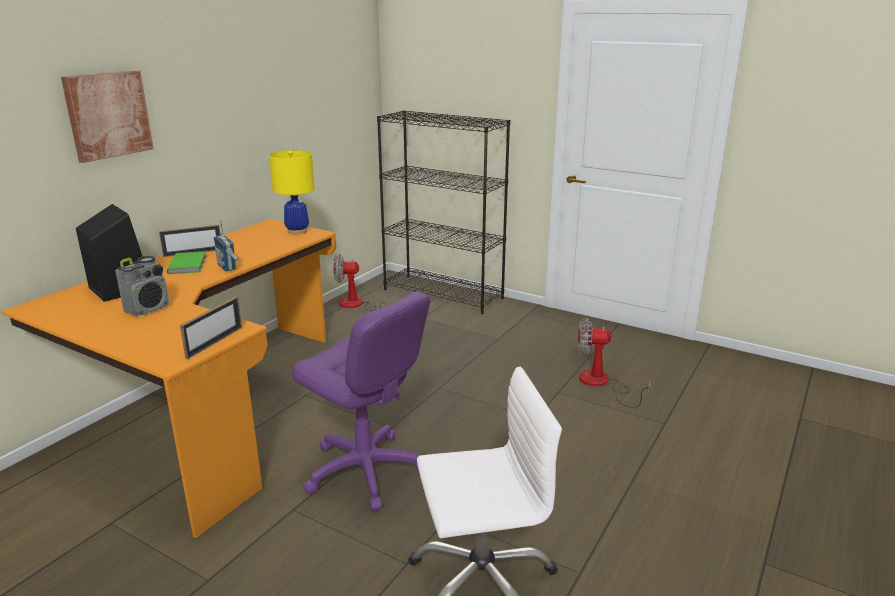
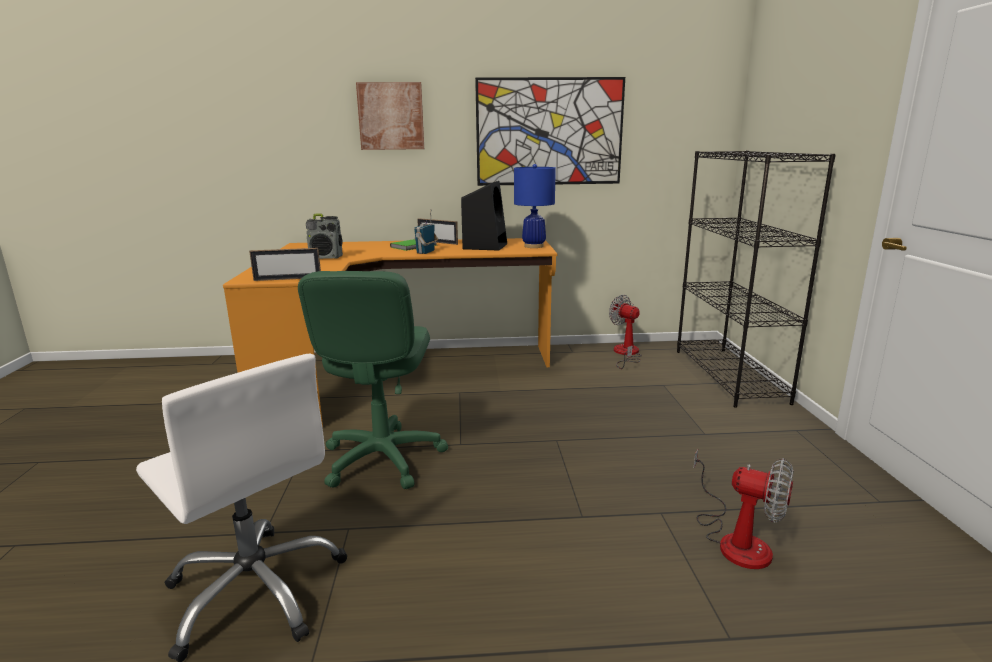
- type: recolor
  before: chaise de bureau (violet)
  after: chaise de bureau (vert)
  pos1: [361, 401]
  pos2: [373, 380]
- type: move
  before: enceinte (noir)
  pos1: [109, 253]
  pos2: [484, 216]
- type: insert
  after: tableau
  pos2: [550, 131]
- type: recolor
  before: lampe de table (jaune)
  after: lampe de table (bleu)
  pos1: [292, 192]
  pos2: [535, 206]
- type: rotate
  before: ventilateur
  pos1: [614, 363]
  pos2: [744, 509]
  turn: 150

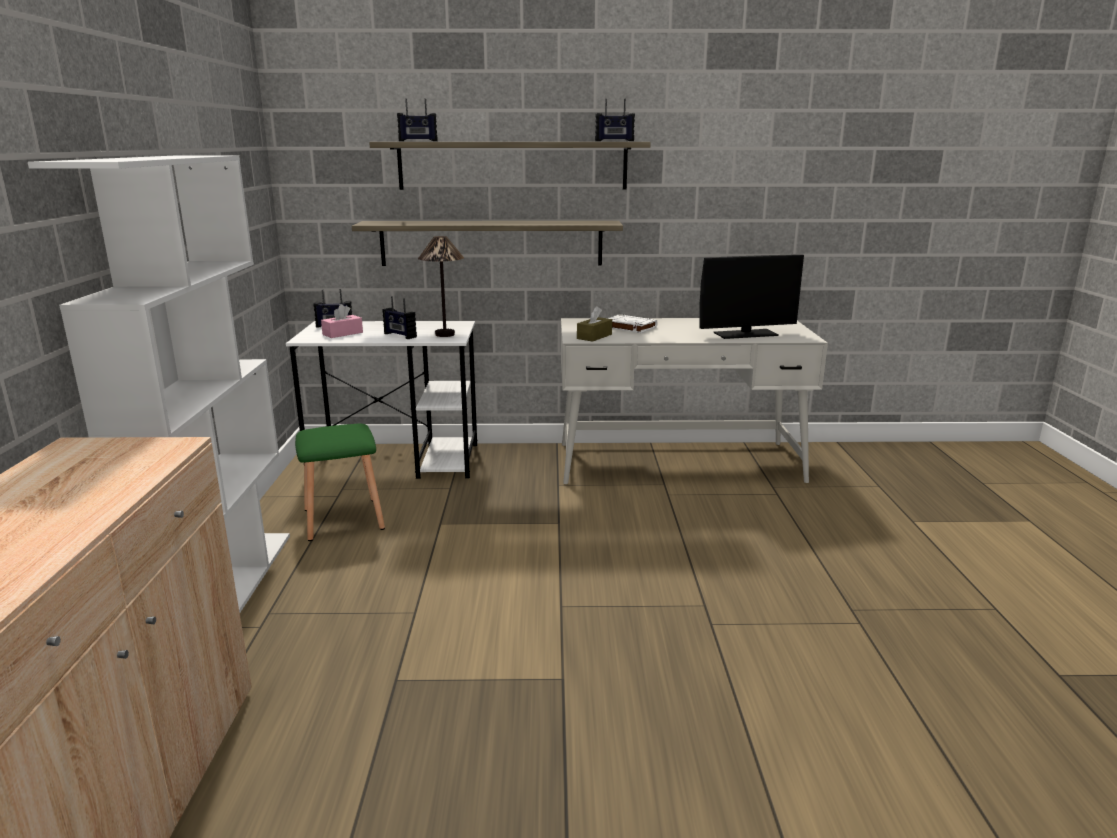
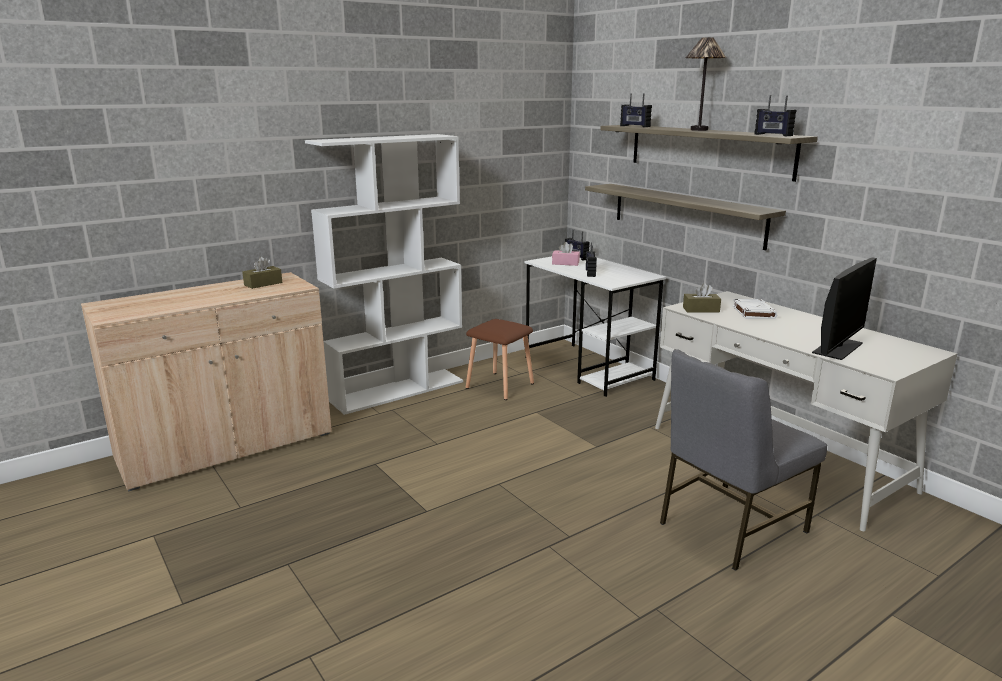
- type: insert
  after: boîte à mouchoirs (marron)
  pos2: [262, 273]
- type: recolor
  before: tabouret (vert)
  after: tabouret (marron)
  pos1: [340, 482]
  pos2: [500, 359]
- type: insert
  after: chaise (gris)
  pos2: [743, 460]
- type: move
  before: lampe de table
  pos1: [441, 286]
  pos2: [706, 84]
- type: rotate
  before: écran d'ordinateur
  pos1: [751, 296]
  pos2: [844, 309]
  turn: -90

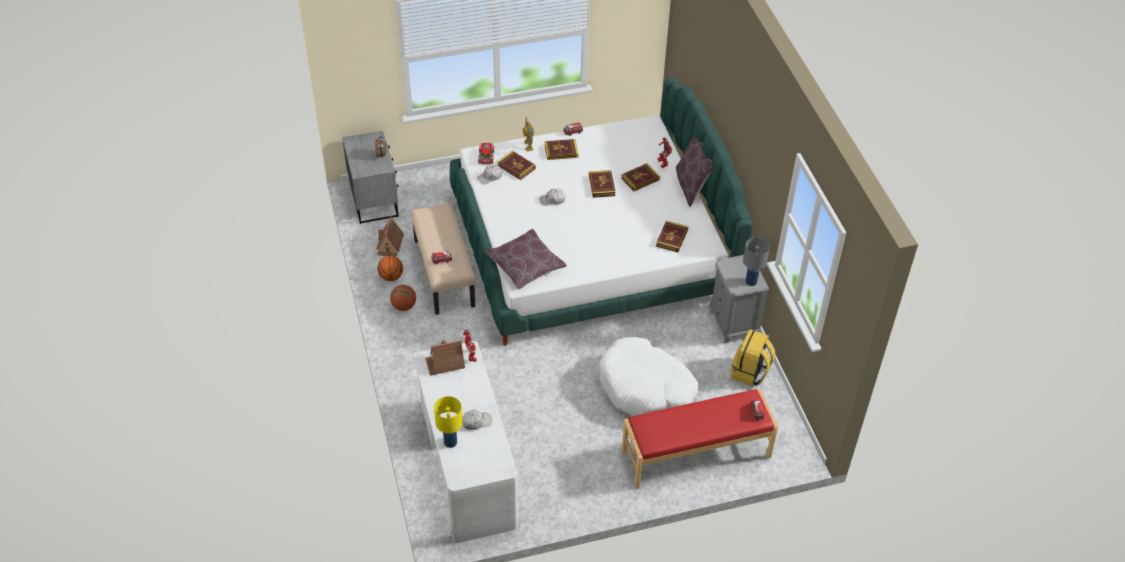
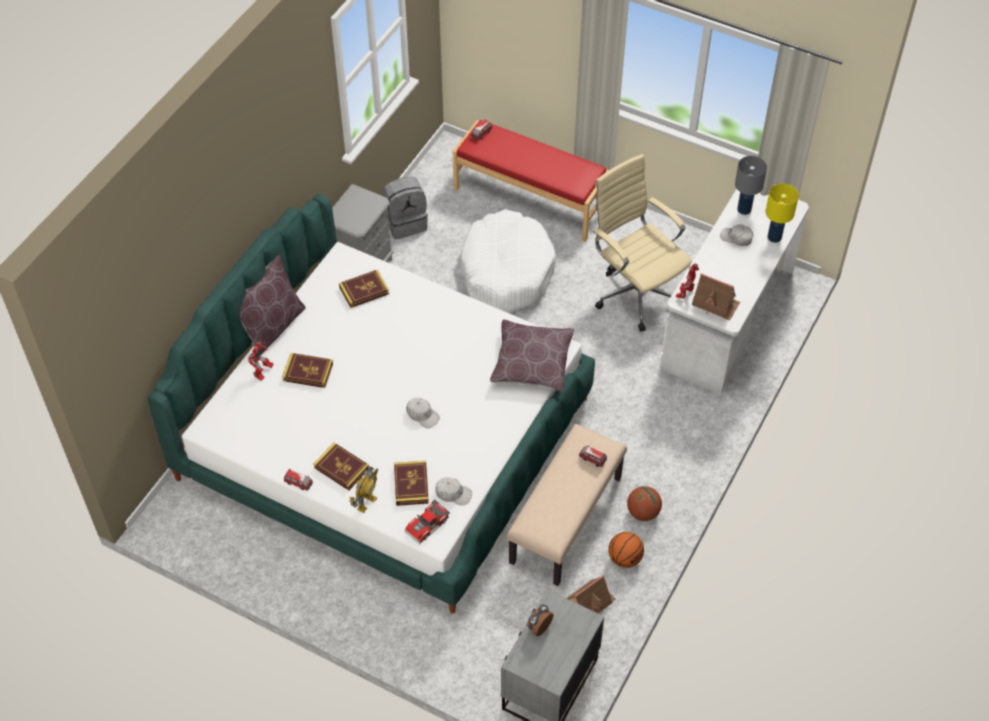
- type: recolor
  before: sac à dos (jaune)
  after: sac à dos (gris)
  pos1: [753, 357]
  pos2: [405, 208]
- type: insert
  after: chaise de bureau (beige)
  pos2: [642, 243]
- type: move
  before: lampe de table (gris)
  pos1: [756, 261]
  pos2: [751, 185]
- type: delete
  before: livre
  pos1: [602, 184]

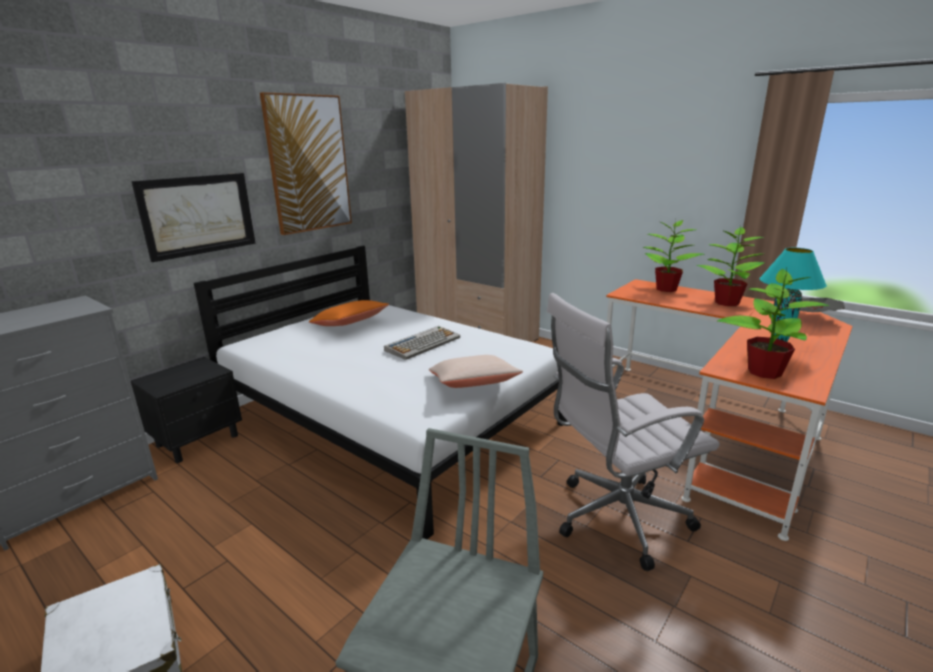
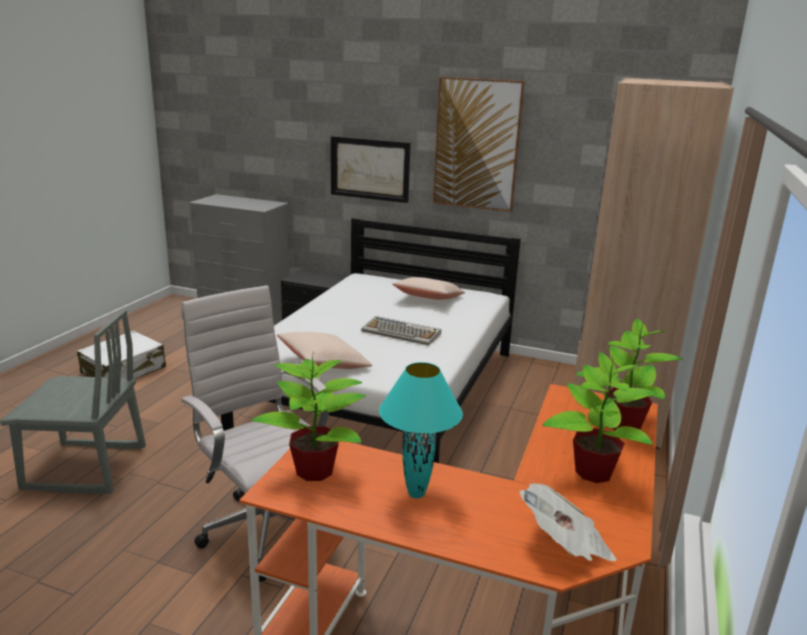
- type: recolor
  before: coussin (orange)
  after: coussin (beige)
  pos1: [349, 313]
  pos2: [428, 288]

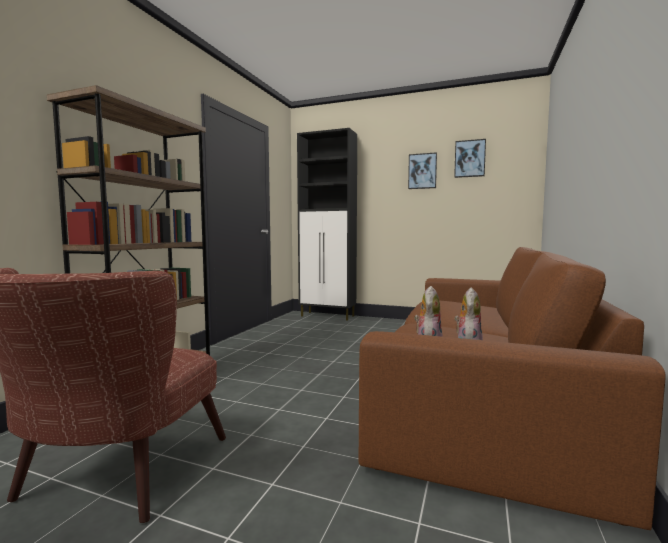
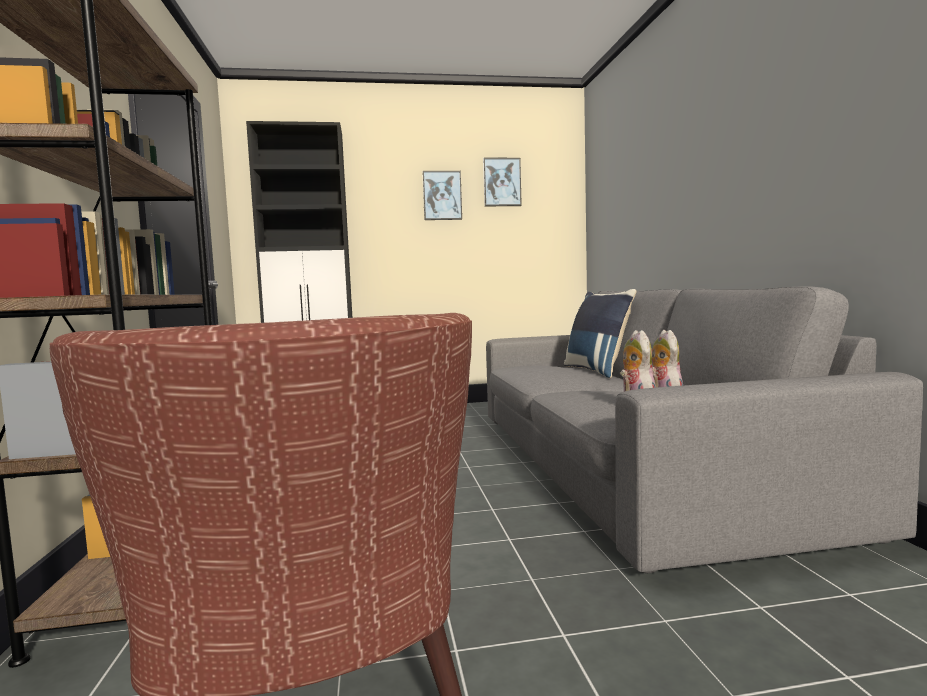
- type: recolor
  before: canapé (marron)
  after: canapé (gris)
  pos1: [512, 388]
  pos2: [704, 429]
- type: insert
  after: coussin (bleu)
  pos2: [600, 333]

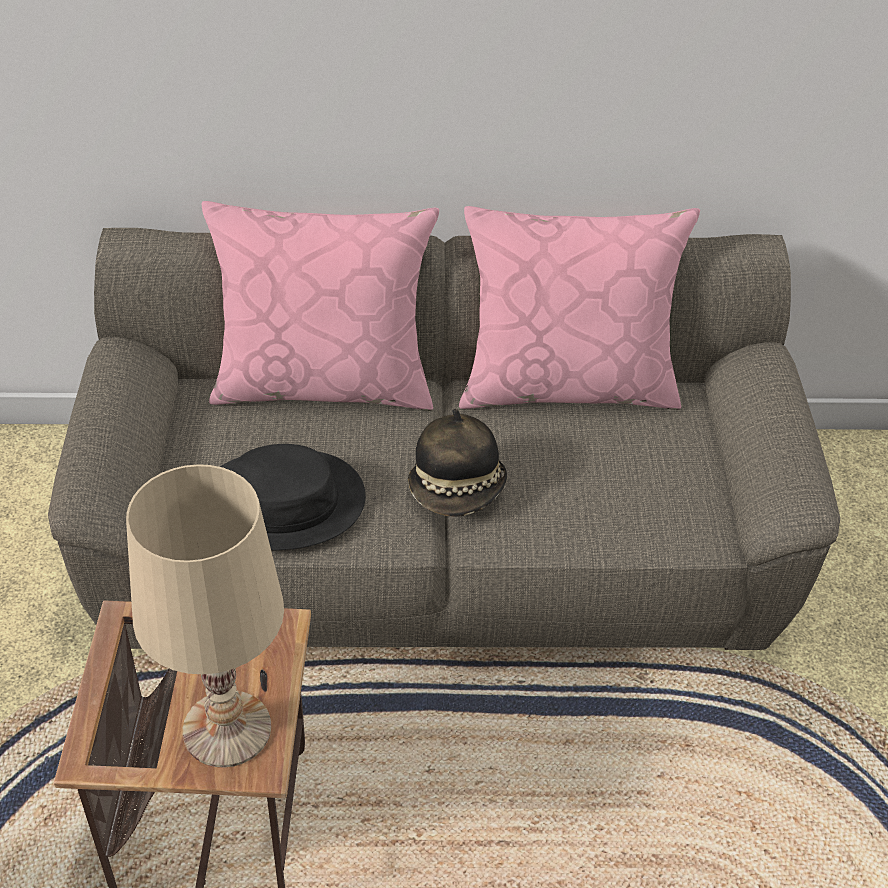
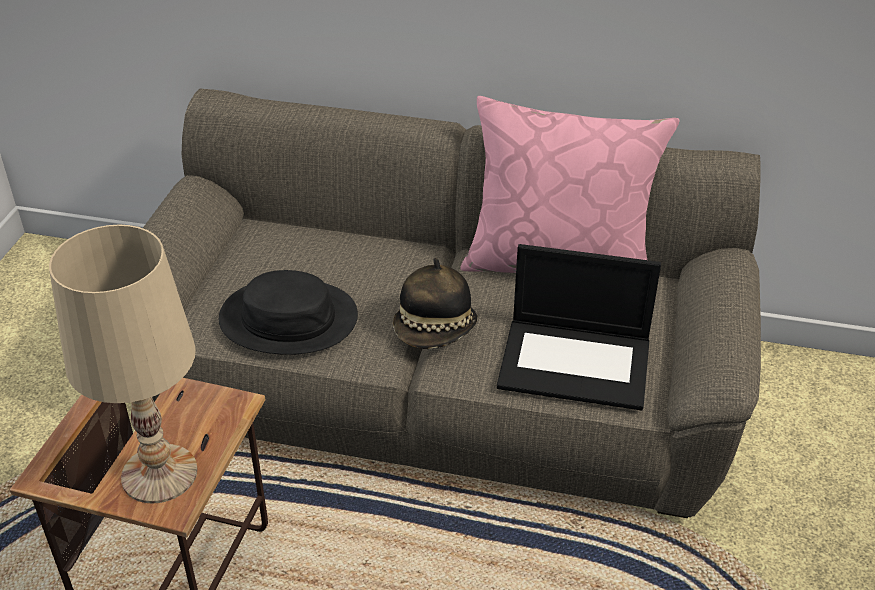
- type: insert
  after: ordinateur portable
  pos2: [579, 327]
- type: delete
  before: coussin (rose)
  pos1: [320, 306]

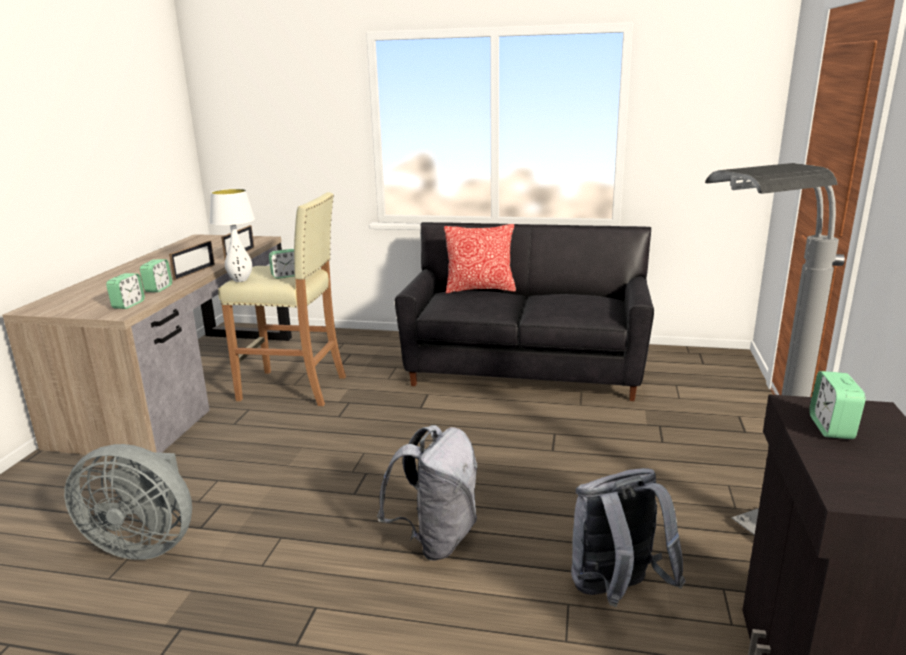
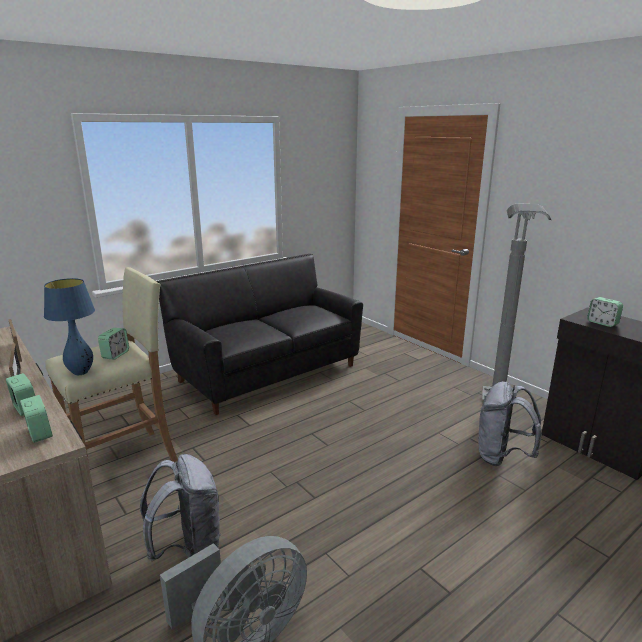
- type: recolor
  before: lampe de table (blanc)
  after: lampe de table (bleu)
  pos1: [232, 235]
  pos2: [69, 326]
- type: move
  before: sac à dos (gris)
  pos1: [427, 492]
  pos2: [181, 507]
- type: delete
  before: coussin
  pos1: [480, 258]

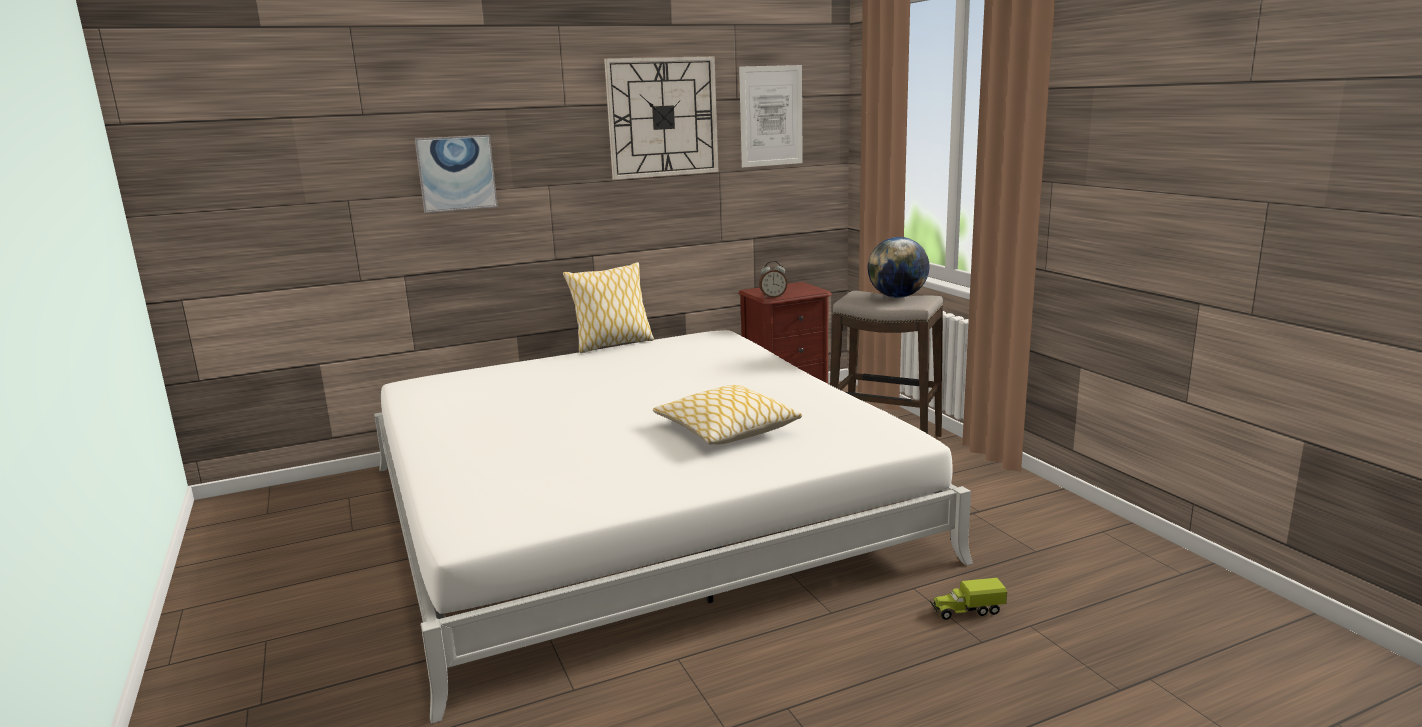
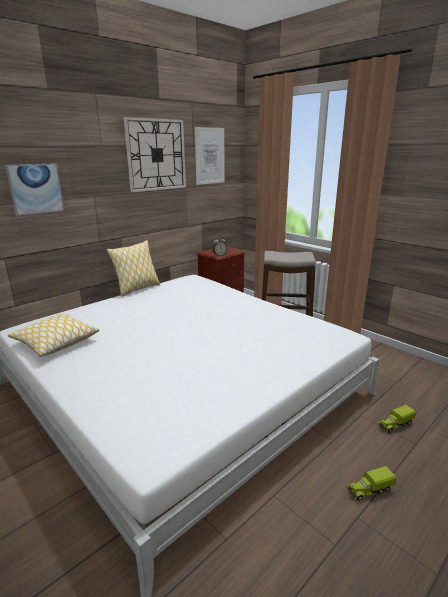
- type: move
  before: coussin
  pos1: [727, 415]
  pos2: [53, 335]
- type: insert
  after: camion jouet
  pos2: [371, 483]
- type: delete
  before: globe
  pos1: [899, 267]

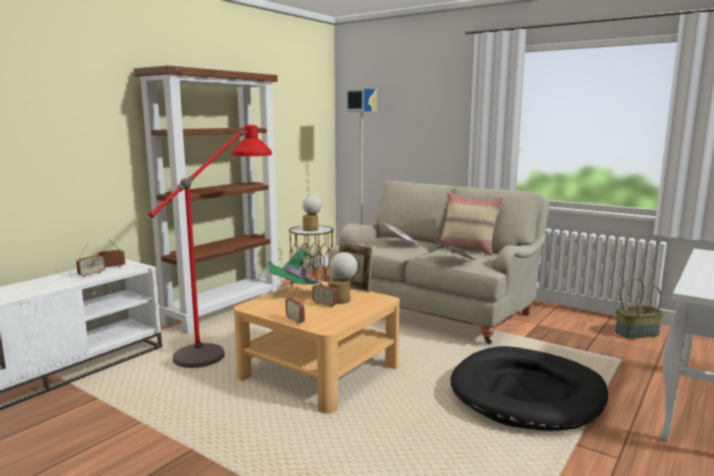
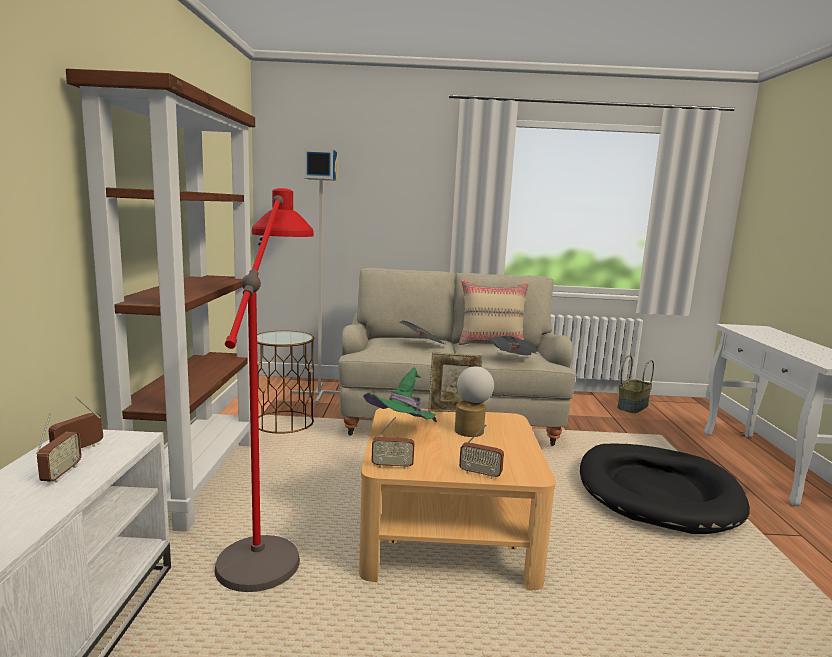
- type: move
  before: radio
  pos1: [324, 290]
  pos2: [393, 443]
- type: delete
  before: lampe de table
  pos1: [312, 213]

